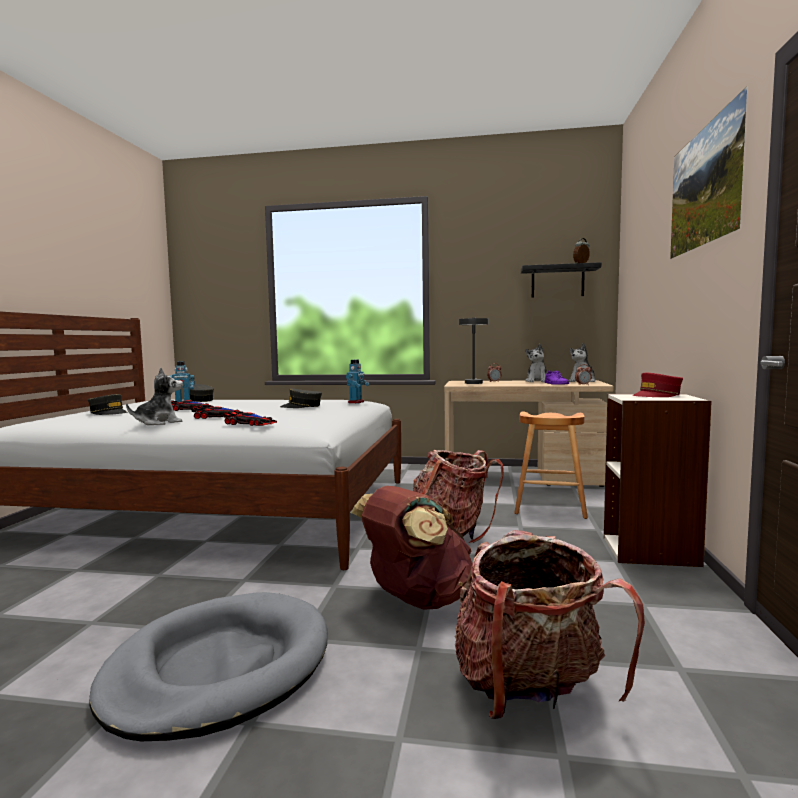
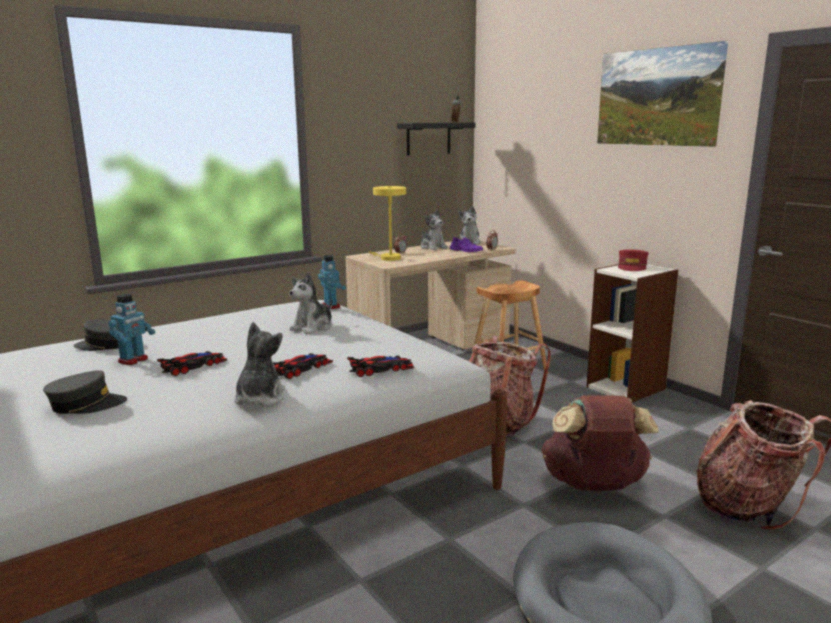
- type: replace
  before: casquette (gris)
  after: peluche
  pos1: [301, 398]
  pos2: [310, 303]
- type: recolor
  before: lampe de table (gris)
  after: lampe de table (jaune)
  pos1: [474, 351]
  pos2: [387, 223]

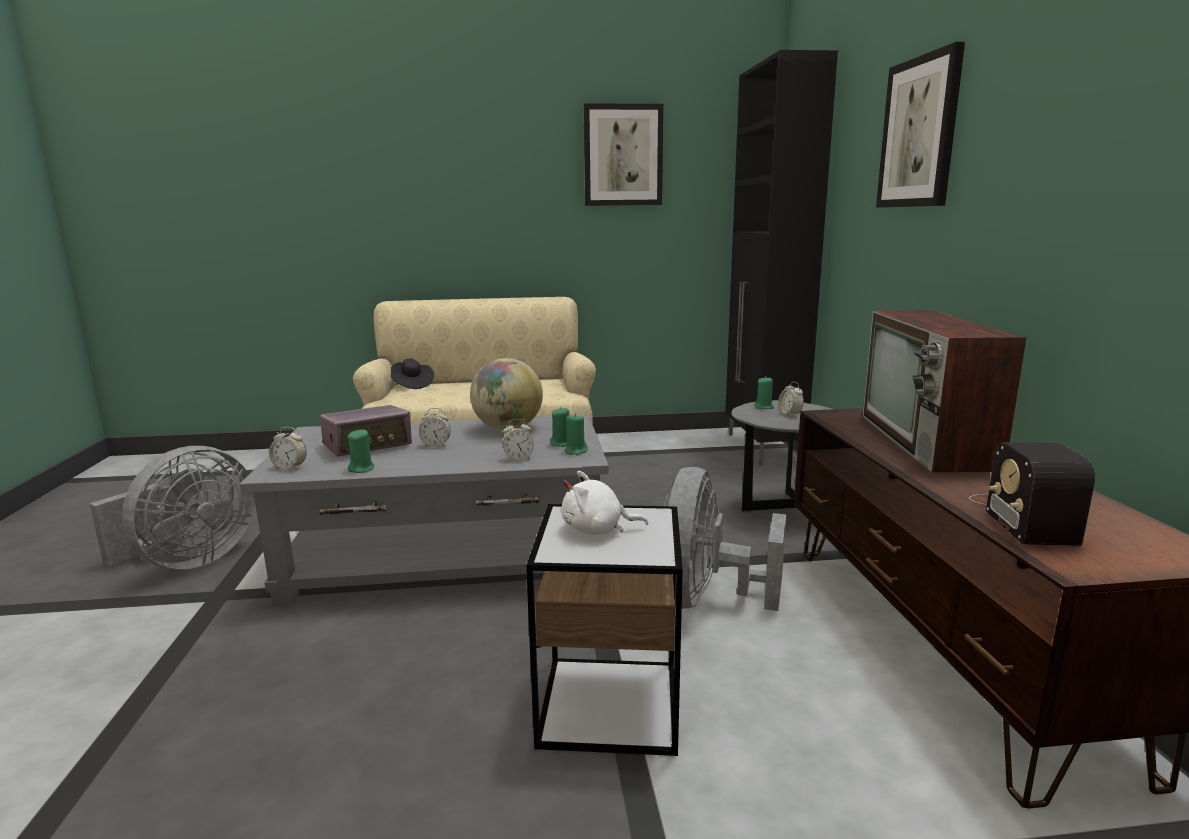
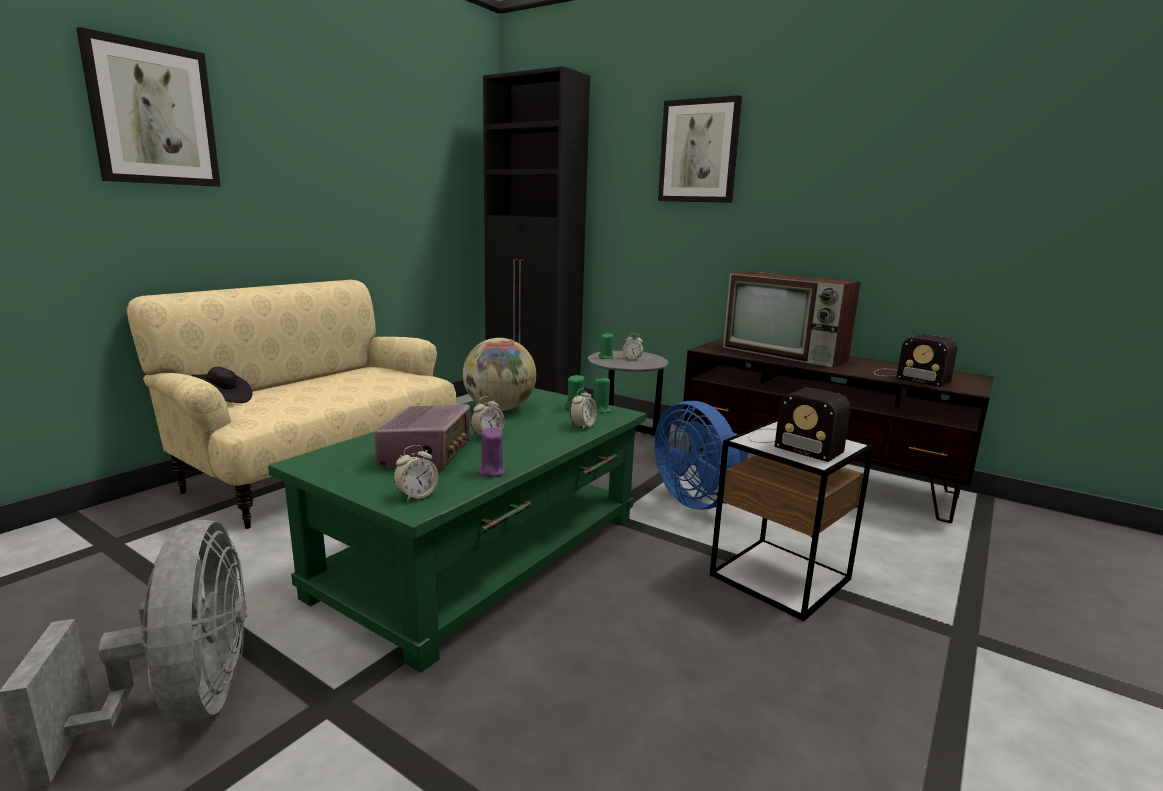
- type: move
  before: tableau
  pos1: [623, 154]
  pos2: [148, 107]
- type: recolor
  before: table basse (gris)
  after: table basse (vert)
  pos1: [424, 510]
  pos2: [457, 530]
- type: recolor
  before: bougie (vert)
  after: bougie (violet)
  pos1: [361, 451]
  pos2: [491, 452]
- type: recolor
  before: ventilateur (gris)
  after: ventilateur (bleu)
  pos1: [725, 539]
  pos2: [701, 455]
- type: replace
  before: peluche (blanc)
  after: radio
  pos1: [604, 503]
  pos2: [800, 424]

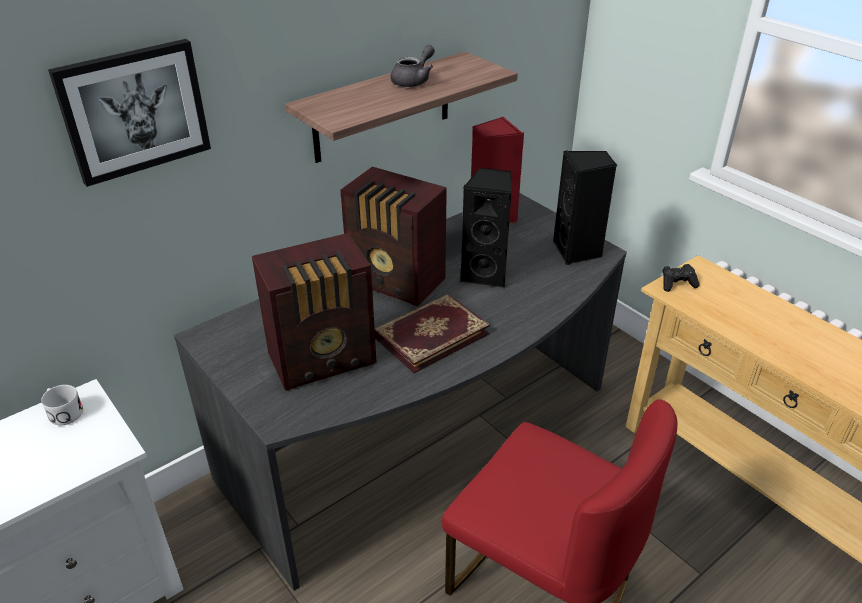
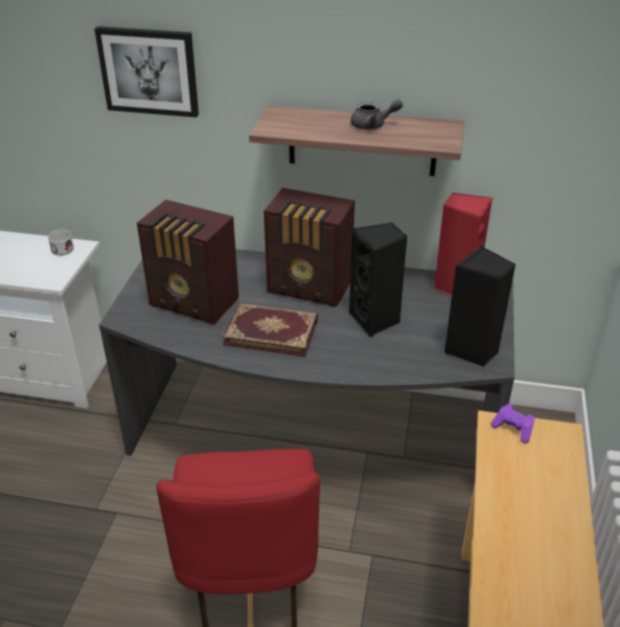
- type: rotate
  before: radio
  pos1: [393, 236]
  pos2: [309, 247]
  turn: -60
- type: recolor
  before: manette (noir)
  after: manette (violet)
  pos1: [681, 278]
  pos2: [512, 423]

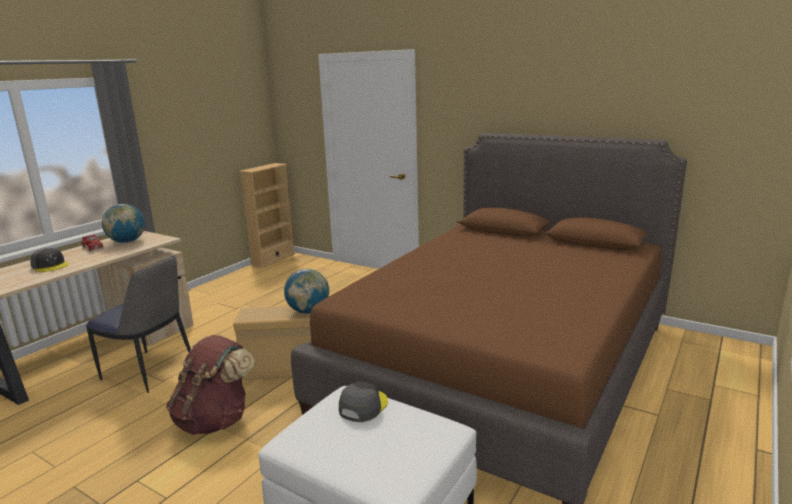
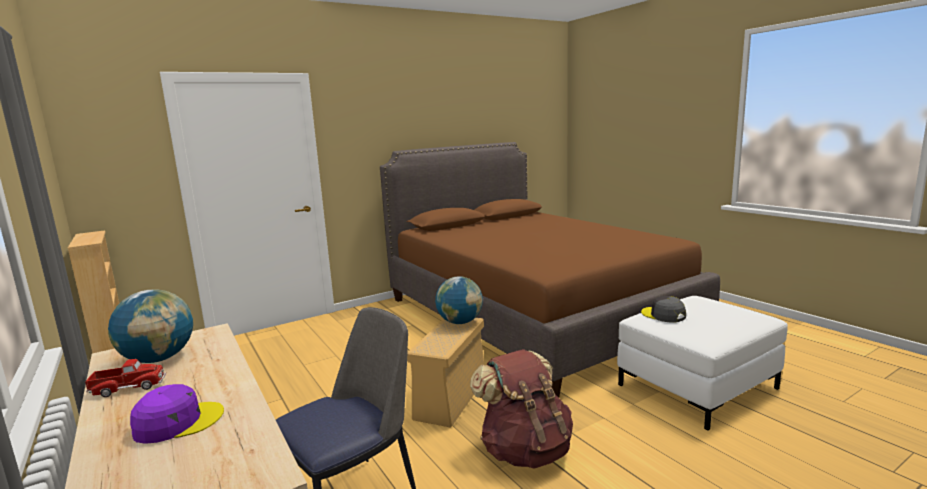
- type: recolor
  before: casquette (gris)
  after: casquette (violet)
  pos1: [49, 260]
  pos2: [177, 414]

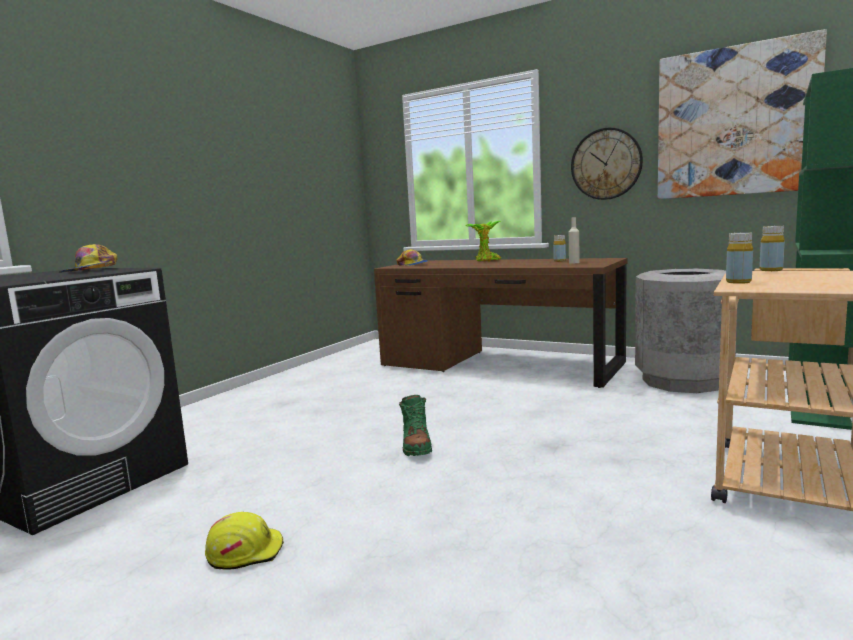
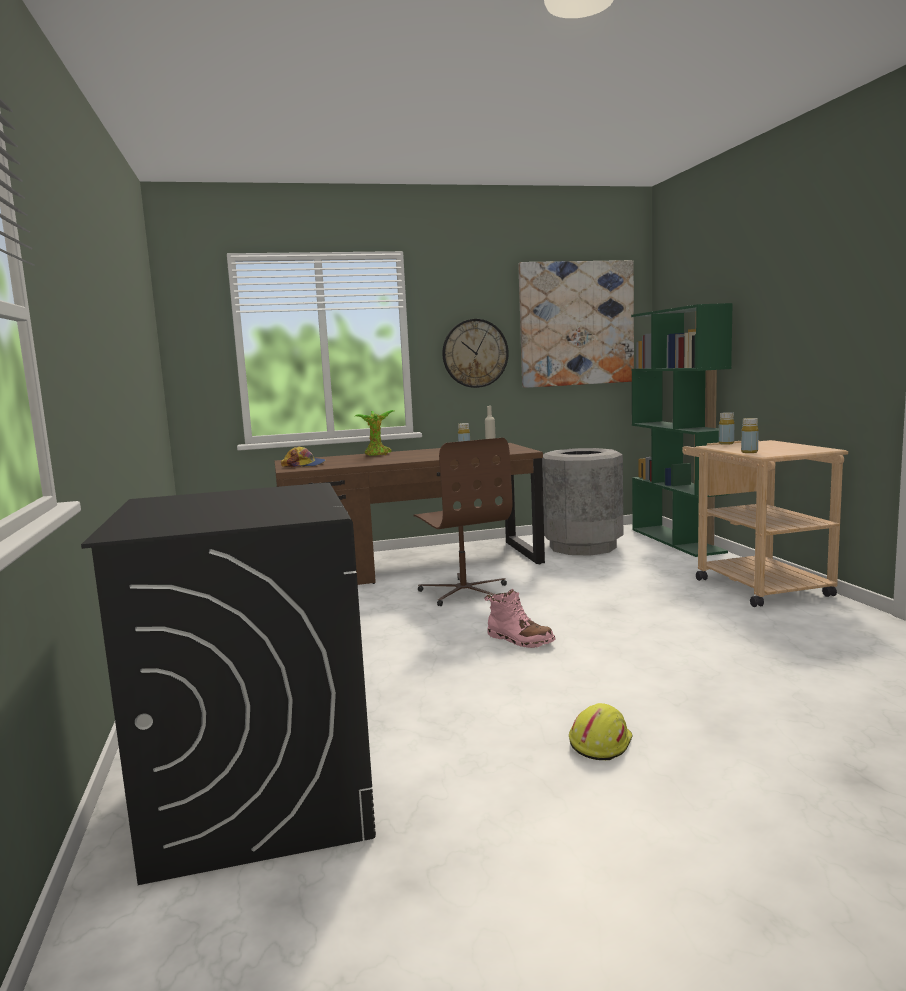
- type: insert
  after: chaise de bureau (marron)
  pos2: [462, 522]
- type: recolor
  before: botte (vert)
  after: botte (rose)
  pos1: [415, 425]
  pos2: [520, 618]
- type: delete
  before: casquette
  pos1: [88, 258]

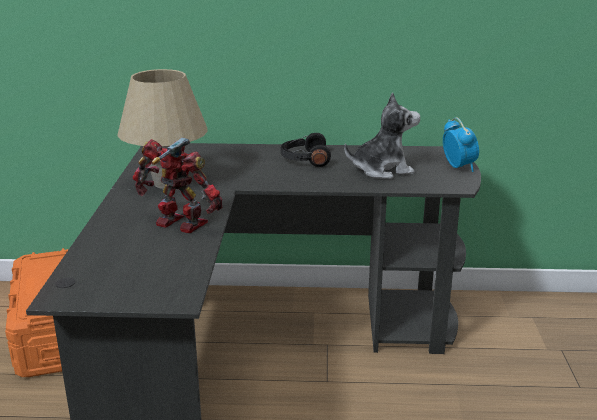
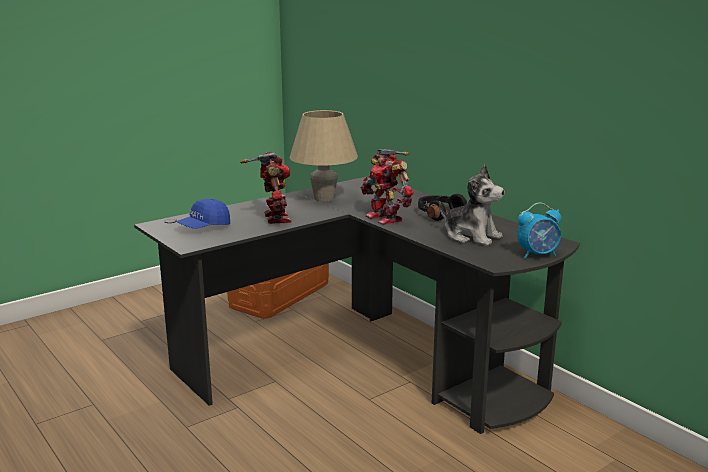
- type: insert
  after: casquette (bleu)
  pos2: [202, 214]
- type: insert
  after: robot jouet
  pos2: [387, 187]
- type: rotate
  before: réveil
  pos1: [461, 144]
  pos2: [539, 231]
  turn: 45

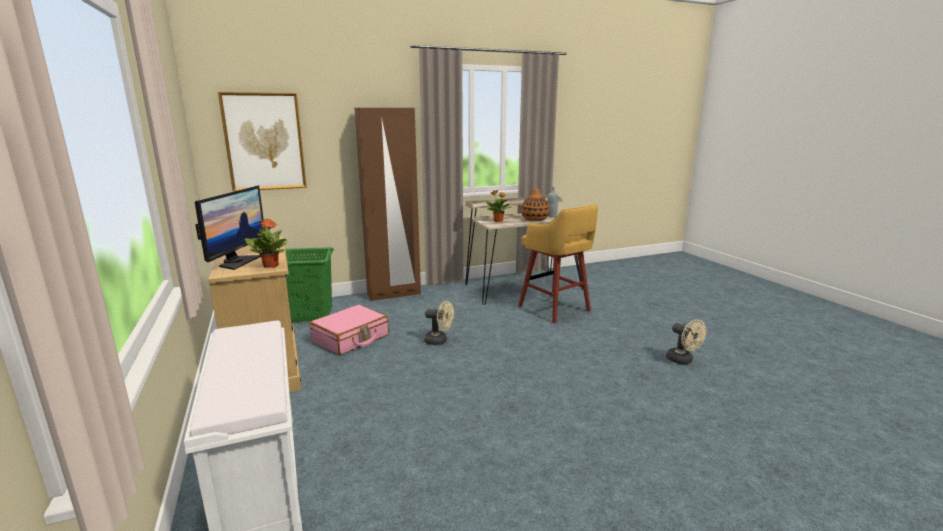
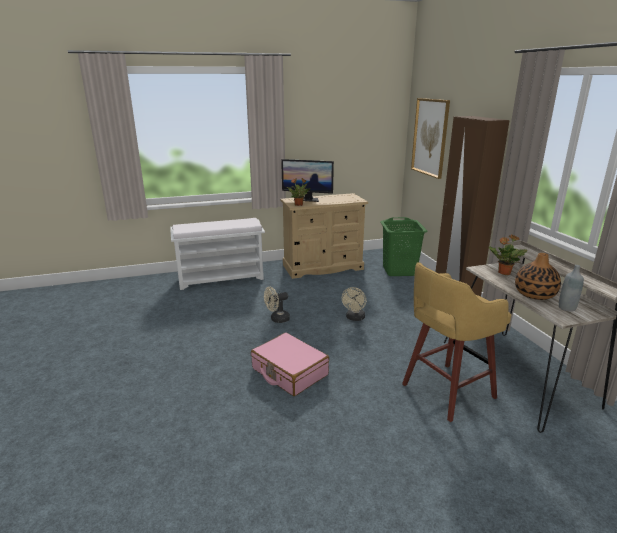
- type: move
  before: valise (rose)
  pos1: [349, 330]
  pos2: [290, 364]
- type: move
  before: ventilateur (beige)
  pos1: [686, 341]
  pos2: [277, 304]

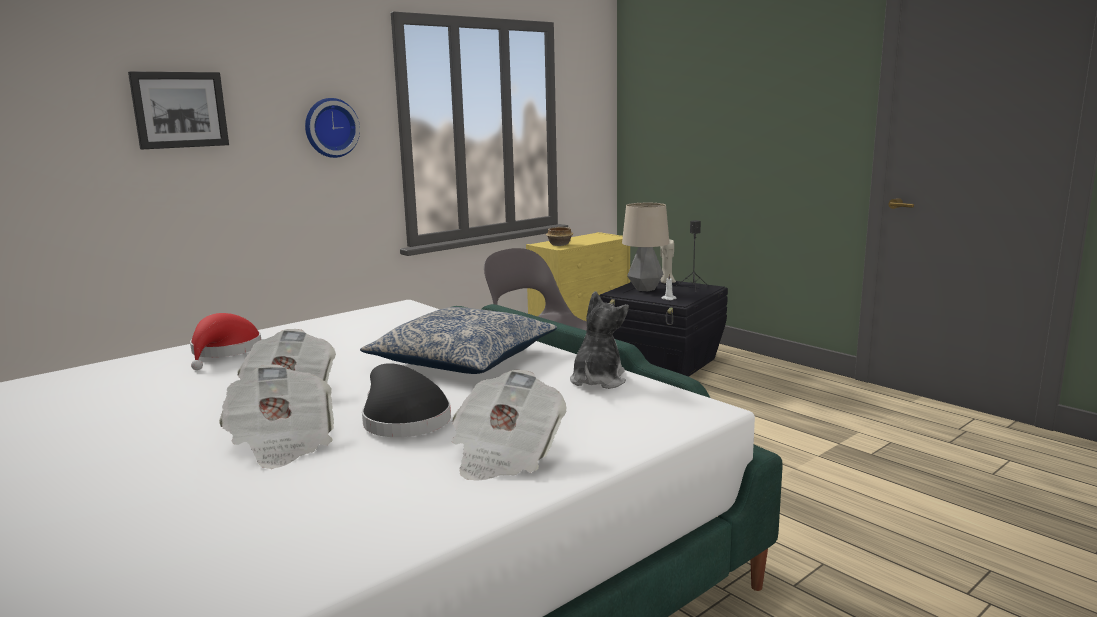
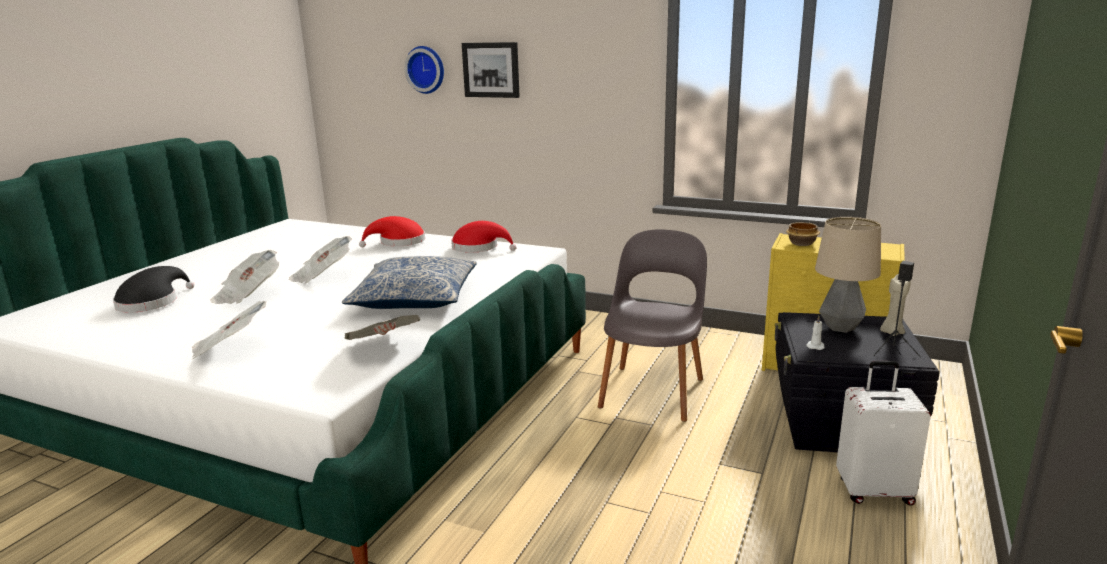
- type: move
  before: chapeau (noir)
  pos1: [406, 400]
  pos2: [153, 289]
- type: replace
  before: peluche
  after: journal
  pos1: [599, 340]
  pos2: [382, 327]
- type: move
  before: horloge murale
  pos1: [332, 128]
  pos2: [424, 70]
- type: insert
  after: chapeau (rouge)
  pos2: [484, 237]
- type: insert
  after: valise (blanc)
  pos2: [883, 433]

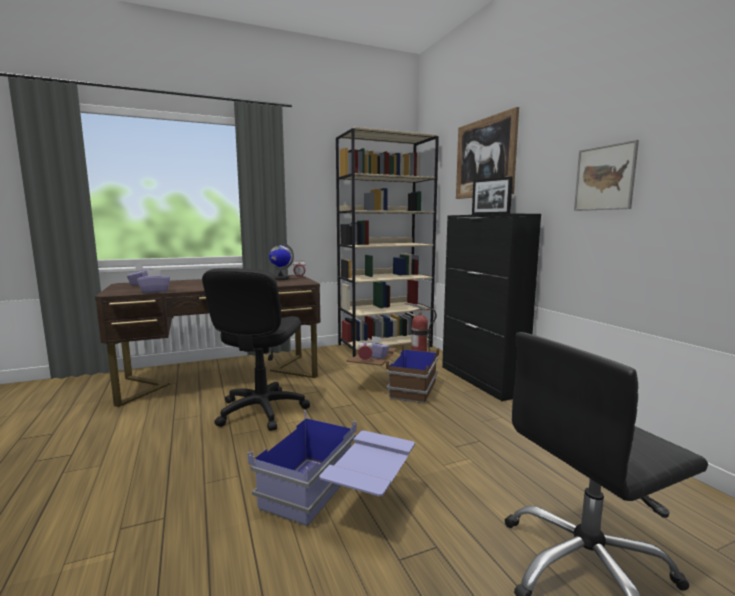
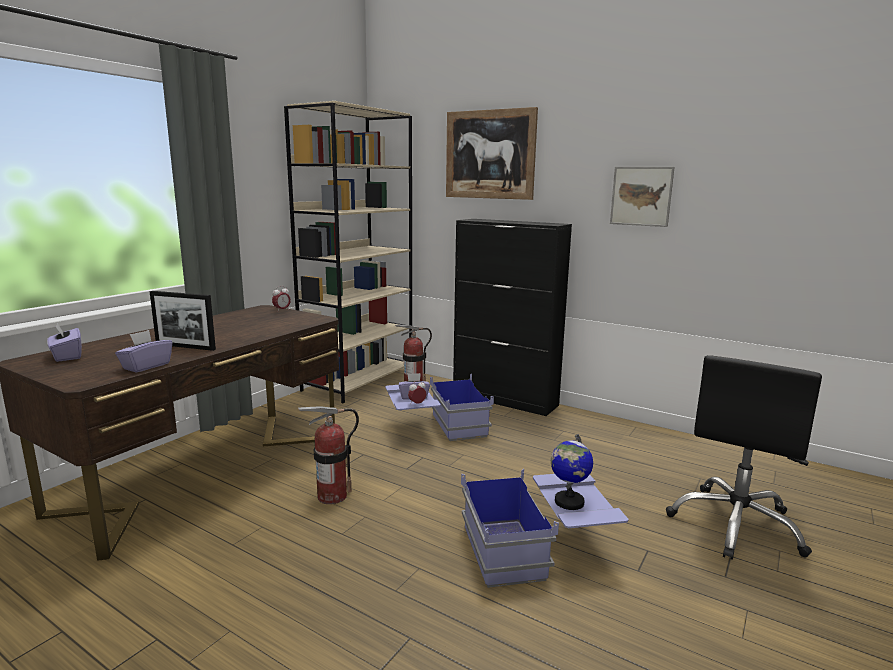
- type: move
  before: cadre photo
  pos1: [492, 196]
  pos2: [183, 321]
- type: replace
  before: chaise de bureau (noir)
  after: extincteur
  pos1: [256, 349]
  pos2: [328, 455]
- type: recolor
  before: boîte de rangement (marron)
  after: boîte de rangement (bleu)
  pos1: [393, 374]
  pos2: [439, 407]
- type: move
  before: globe
  pos1: [281, 261]
  pos2: [572, 472]

